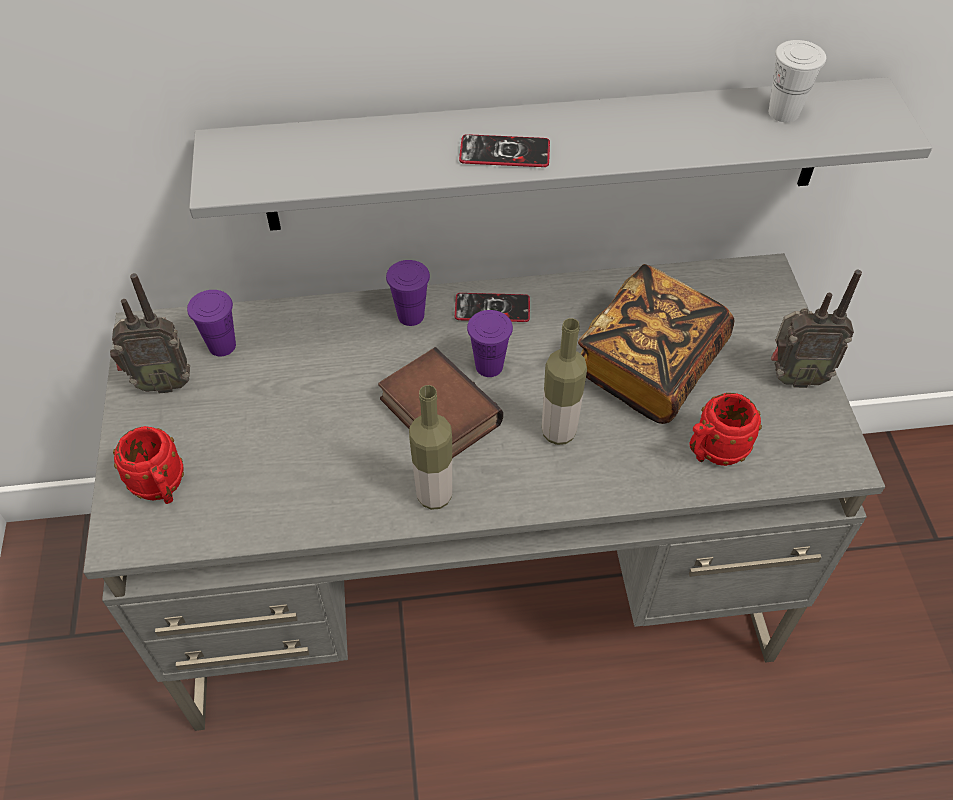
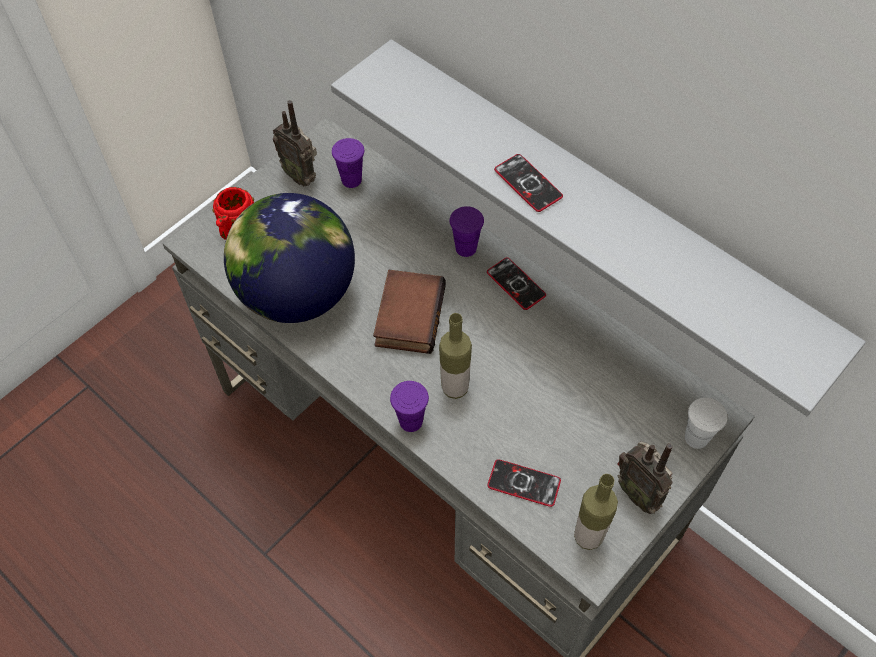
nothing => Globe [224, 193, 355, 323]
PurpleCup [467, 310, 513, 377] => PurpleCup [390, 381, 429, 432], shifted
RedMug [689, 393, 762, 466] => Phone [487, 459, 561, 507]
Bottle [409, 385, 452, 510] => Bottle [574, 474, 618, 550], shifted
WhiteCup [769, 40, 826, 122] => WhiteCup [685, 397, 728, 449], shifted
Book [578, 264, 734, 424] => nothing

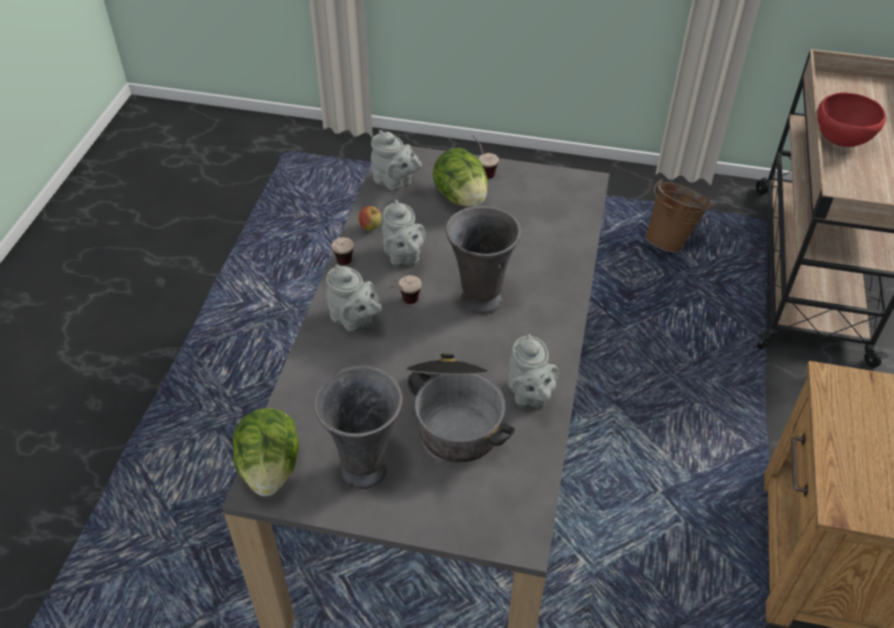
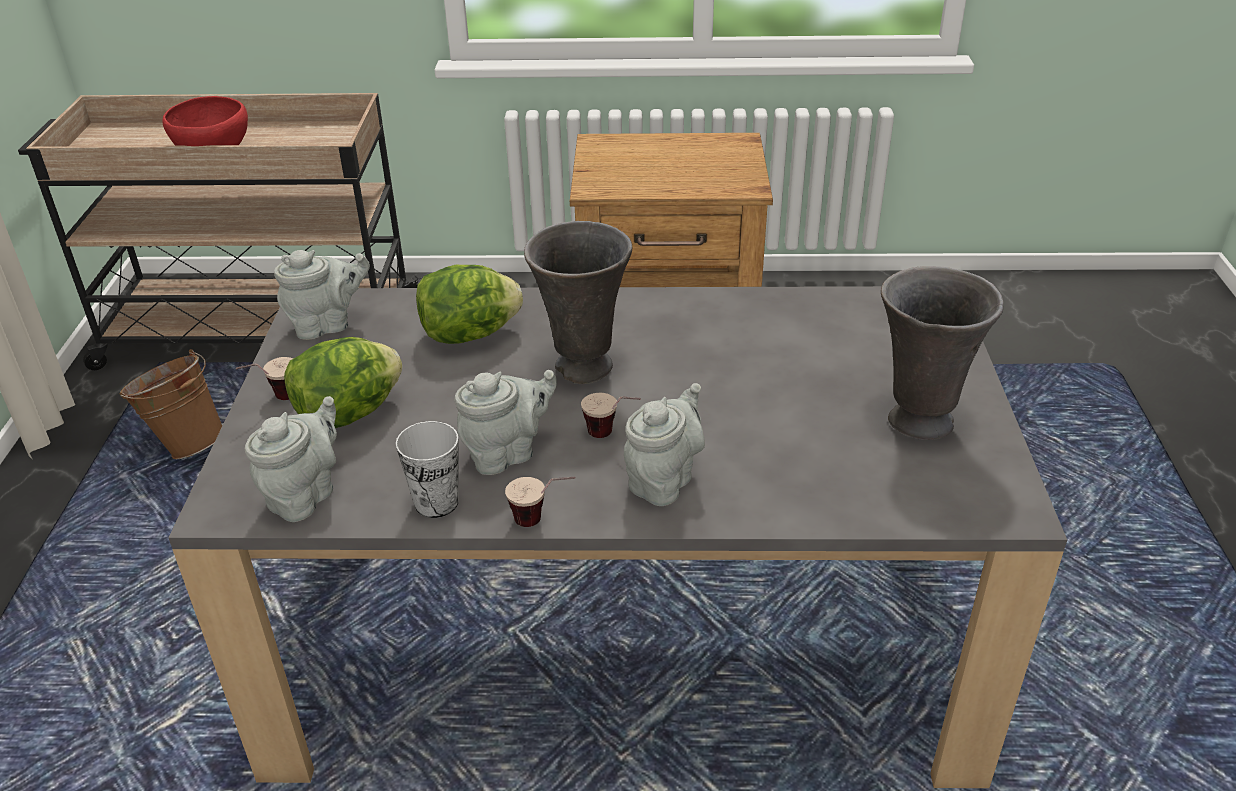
GreyTeapot [508, 334, 559, 408] => GreyTeapot [274, 250, 370, 340], shifted
Apple [359, 206, 382, 231] => Cup [396, 421, 459, 518]
Lettuce [233, 408, 300, 496] => Lettuce [416, 265, 523, 344], shifted
CookingPot [405, 353, 515, 462] => nothing

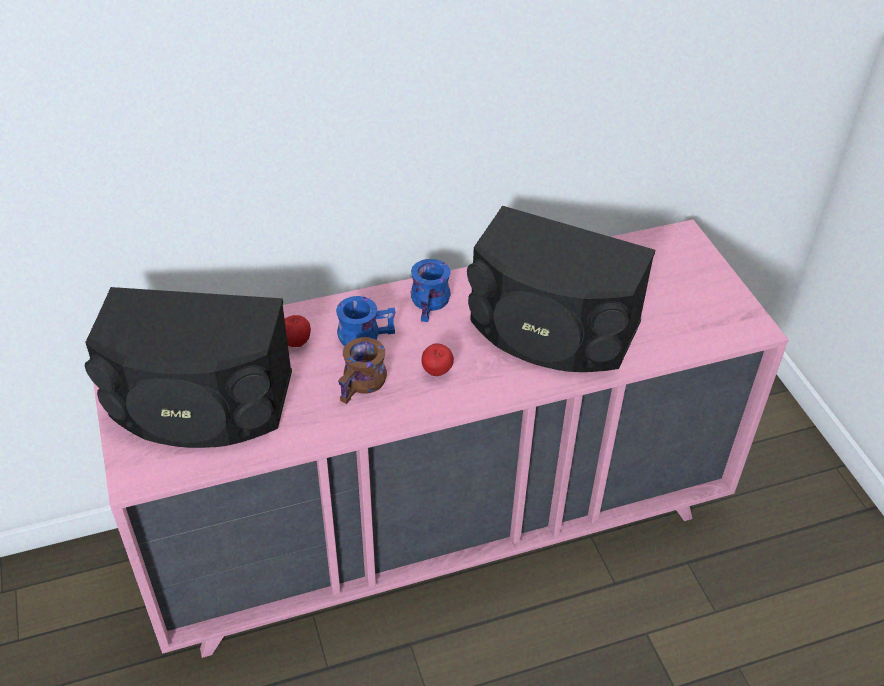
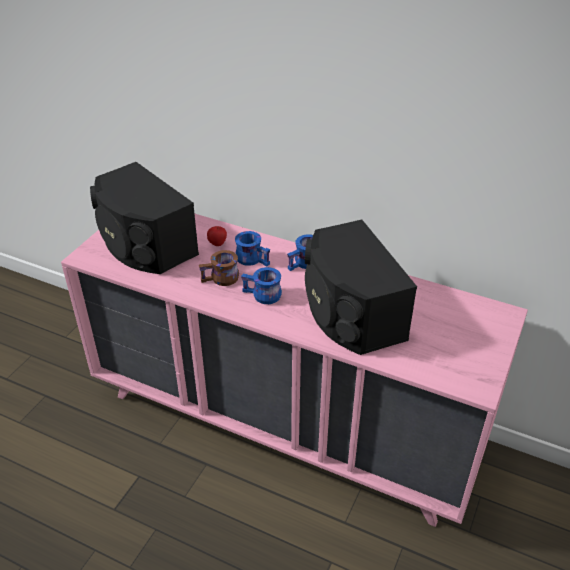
Apple [421, 343, 454, 376] => BlueMug [241, 267, 282, 304]

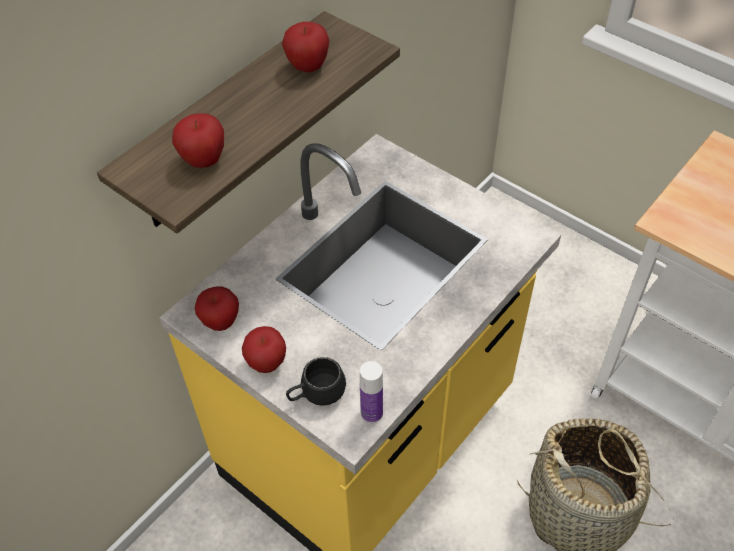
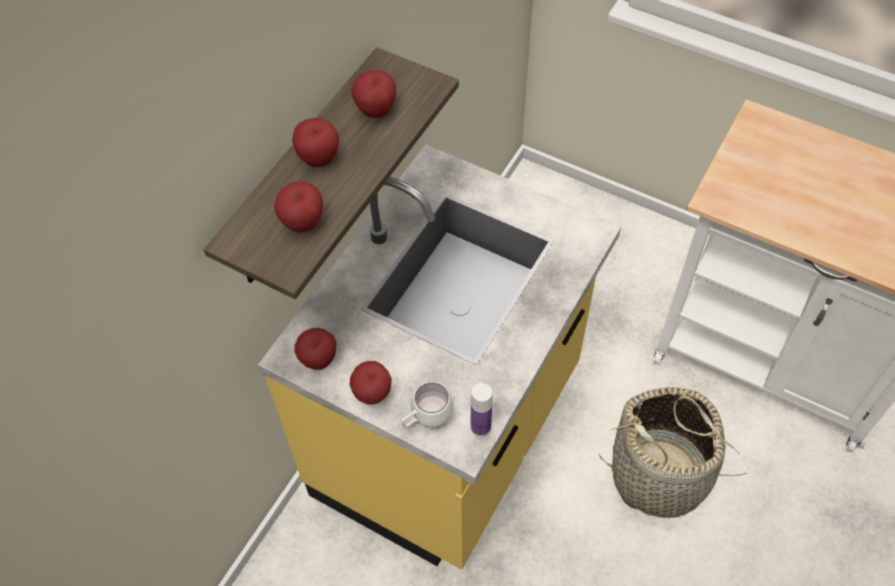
nothing => Apple [292, 118, 339, 167]
BlackMug [286, 357, 346, 406] => WhiteMug [401, 382, 453, 428]

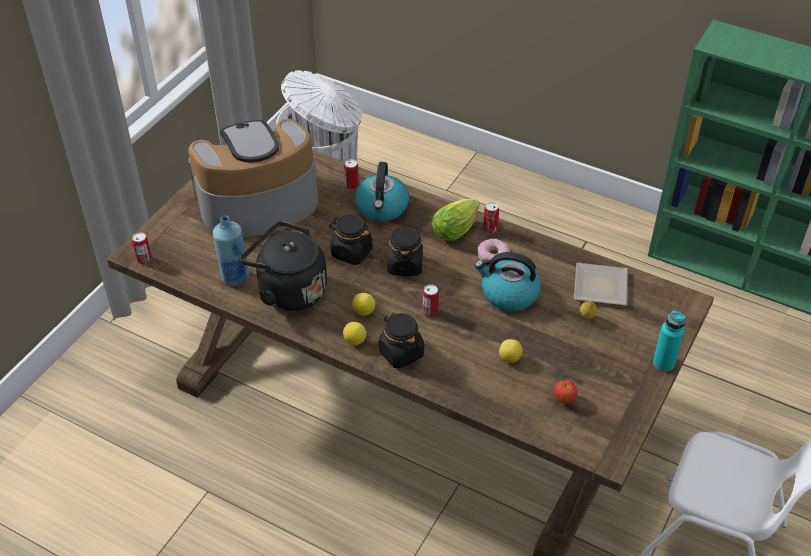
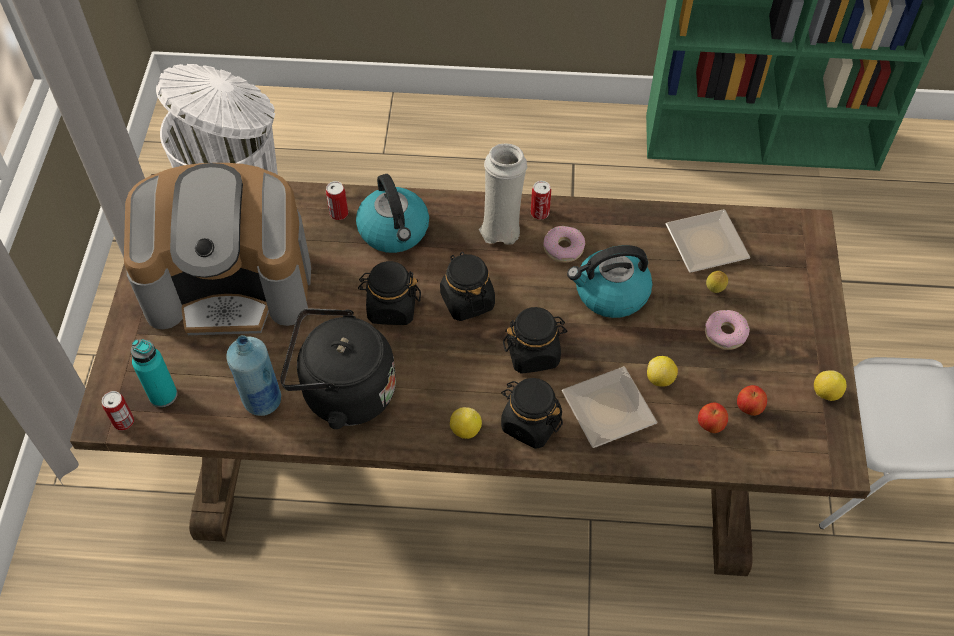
CoffeeMachine [188, 119, 318, 238] => CoffeeMachine [124, 163, 311, 335], 135 degrees counterclockwise
TurquoiseBottle [653, 310, 685, 372] => TurquoiseBottle [131, 339, 177, 407], shifted
Lettuce [432, 199, 479, 241] => WhiteVase [479, 143, 527, 245]
Can [423, 284, 439, 317] => BlackJar [503, 307, 567, 374]
nothing => Plate [562, 366, 657, 448]
nothing => Apple [698, 402, 728, 433]
nothing => Donut [705, 310, 750, 350]
Lemon [352, 293, 375, 316] => Lemon [814, 370, 846, 401], shifted

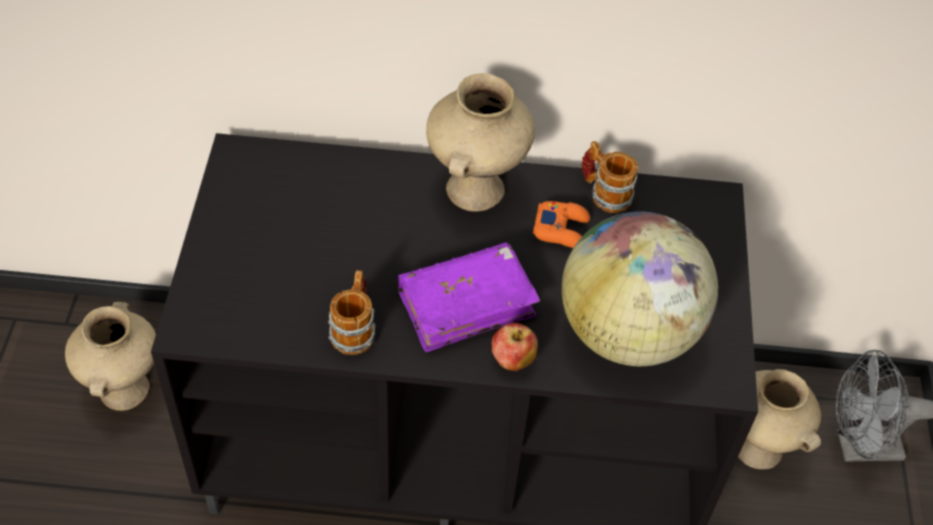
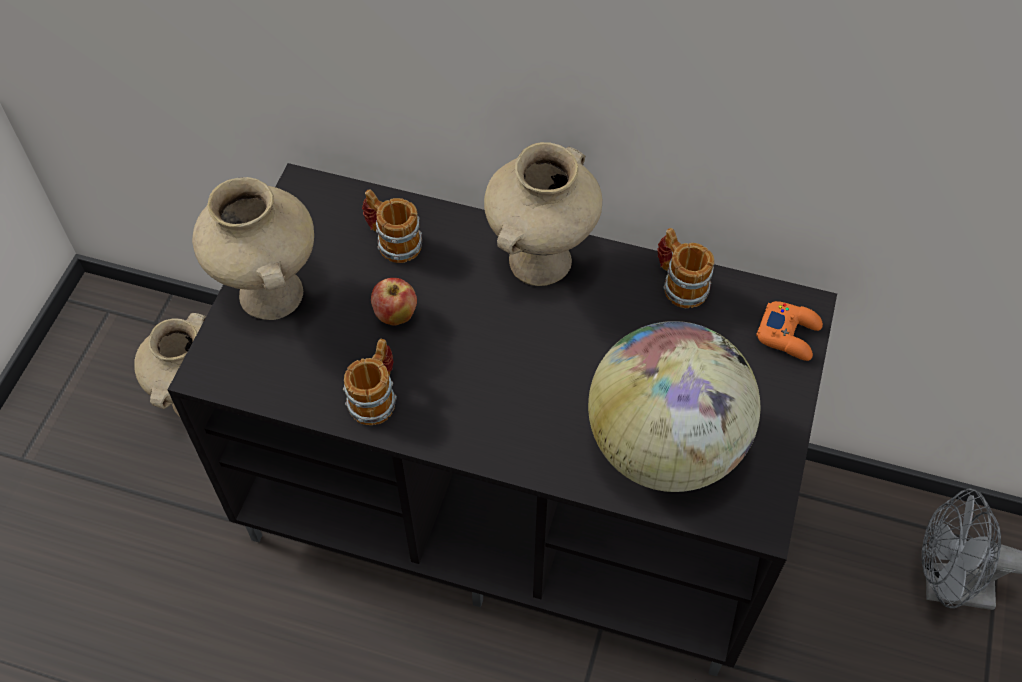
BeigeVase [738, 369, 821, 469] => BeigeVase [192, 177, 314, 320], shifted
nothing => Mug [362, 189, 422, 263]
Apple [492, 323, 538, 371] => Apple [371, 278, 417, 326], shifted
OrangeGameController [533, 201, 590, 248] => OrangeGameController [756, 301, 823, 361], shifted
PurpleBook [398, 242, 540, 352] => nothing

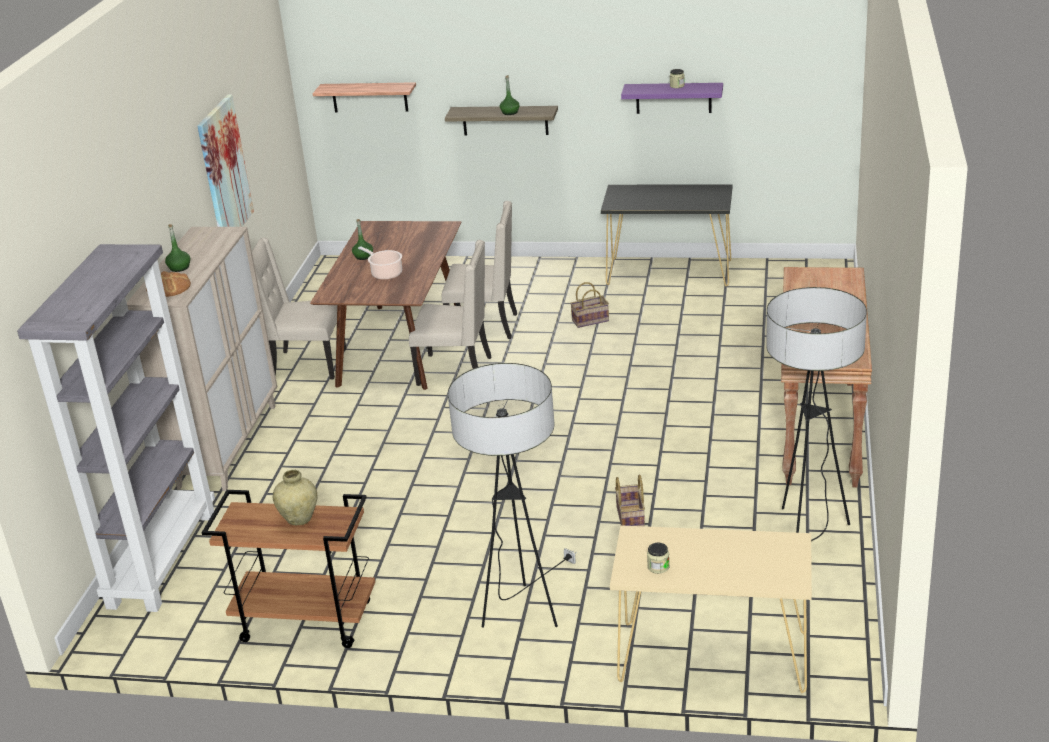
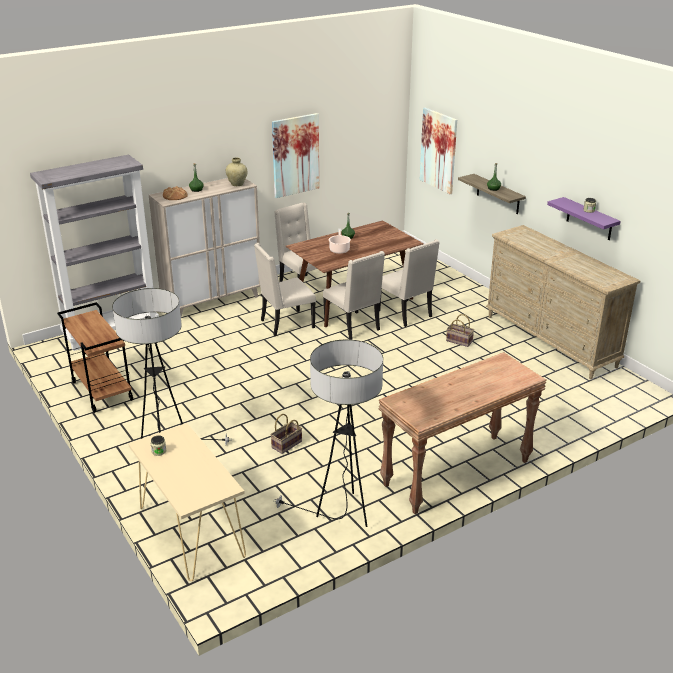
BeigeVase [273, 469, 317, 525] => BeigeVase [226, 157, 247, 186], shifted
nothing => BeigeChair [254, 243, 316, 336]
Shelf [313, 82, 416, 112] => Picture [420, 108, 457, 194]
BlackConsoleTable [601, 184, 732, 286] => BeigeDresser [486, 225, 640, 379]

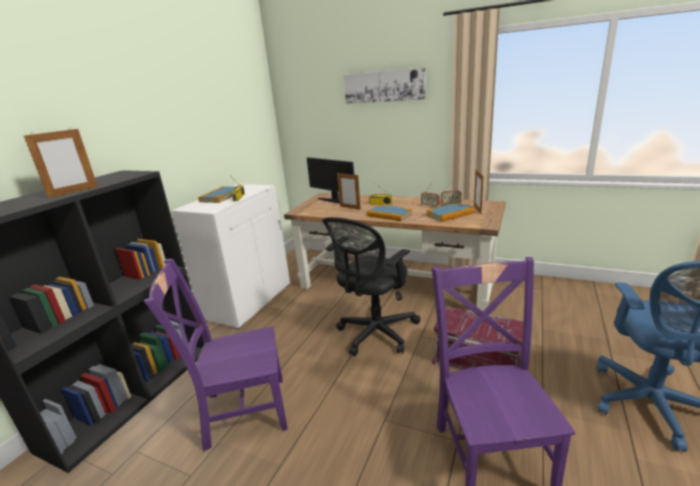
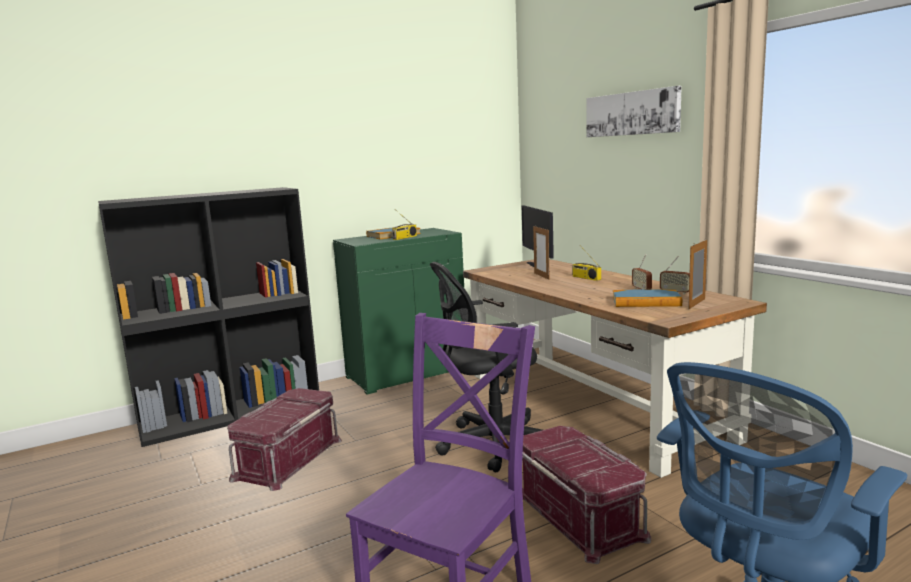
PurpleChair [144, 259, 288, 451] => RedStorageBox [227, 388, 342, 491]
WhiteCabinet [171, 184, 290, 330] => GreenCabinet [333, 228, 464, 395]
PictureFrame [24, 128, 98, 198] => nothing
Book [367, 205, 412, 221] => nothing

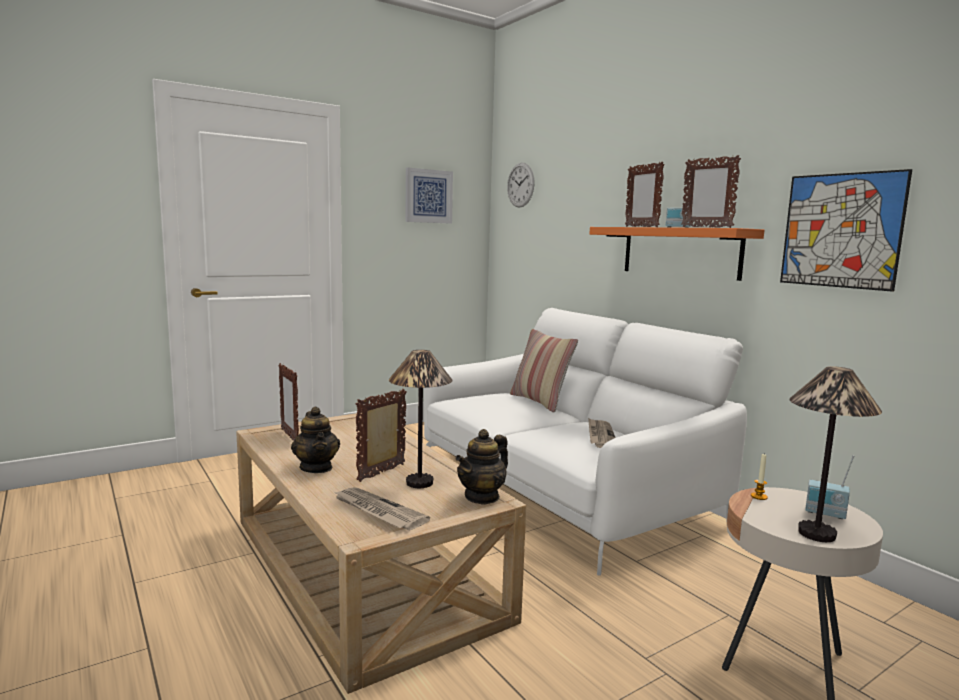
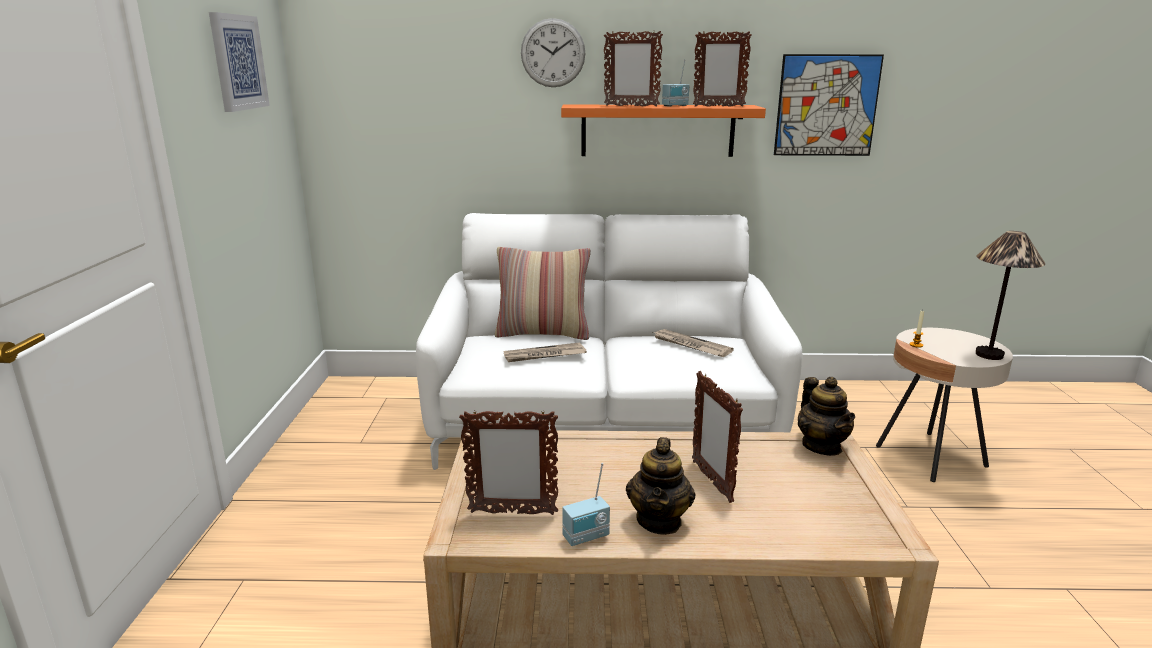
Newspaper [334, 487, 430, 530] => Newspaper [504, 342, 587, 362], shifted
WallClock [507, 163, 535, 208] => WallClock [521, 18, 585, 87], shifted
Radio [805, 455, 854, 519] => Radio [562, 463, 610, 546], shifted
Teapot [291, 407, 340, 473] => Teapot [626, 437, 696, 535], 90 degrees clockwise
TableLamp [389, 350, 452, 488] => nothing

